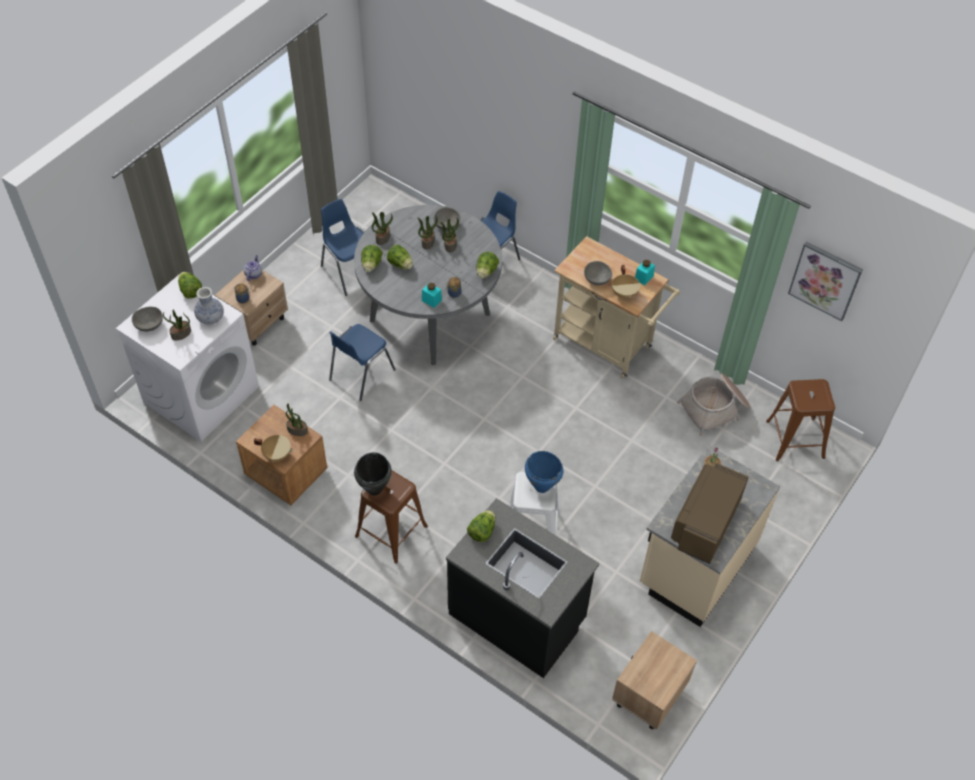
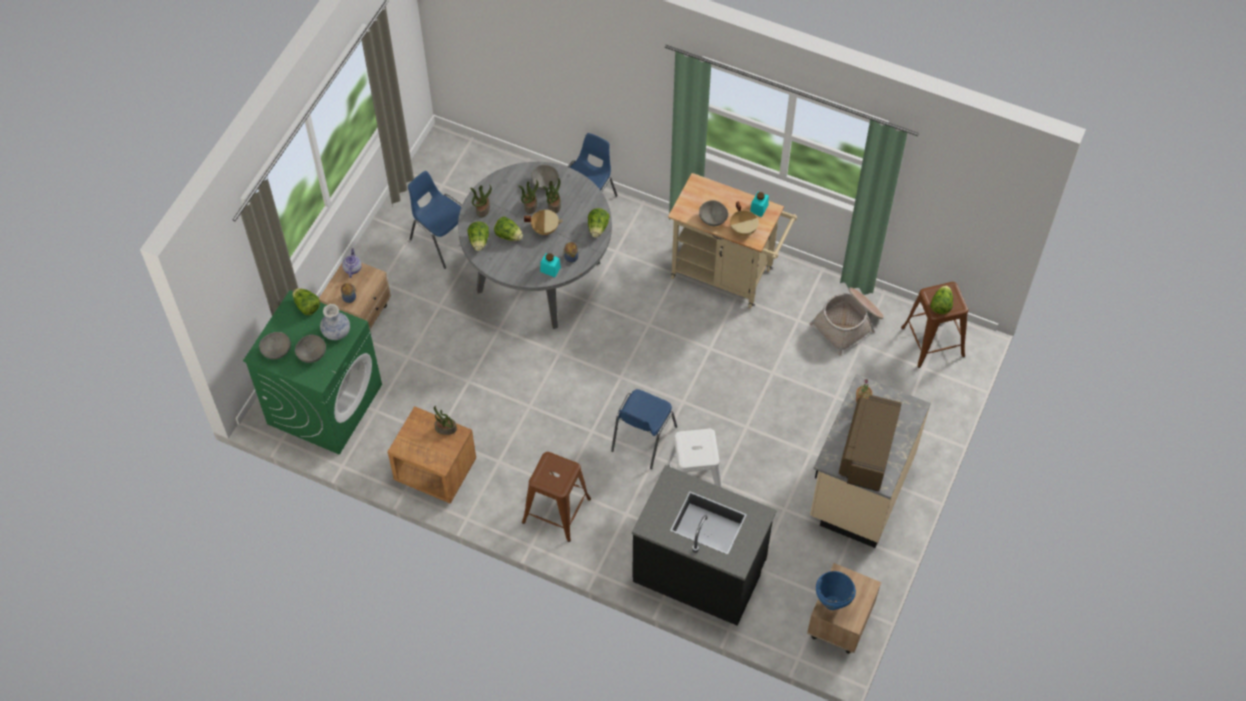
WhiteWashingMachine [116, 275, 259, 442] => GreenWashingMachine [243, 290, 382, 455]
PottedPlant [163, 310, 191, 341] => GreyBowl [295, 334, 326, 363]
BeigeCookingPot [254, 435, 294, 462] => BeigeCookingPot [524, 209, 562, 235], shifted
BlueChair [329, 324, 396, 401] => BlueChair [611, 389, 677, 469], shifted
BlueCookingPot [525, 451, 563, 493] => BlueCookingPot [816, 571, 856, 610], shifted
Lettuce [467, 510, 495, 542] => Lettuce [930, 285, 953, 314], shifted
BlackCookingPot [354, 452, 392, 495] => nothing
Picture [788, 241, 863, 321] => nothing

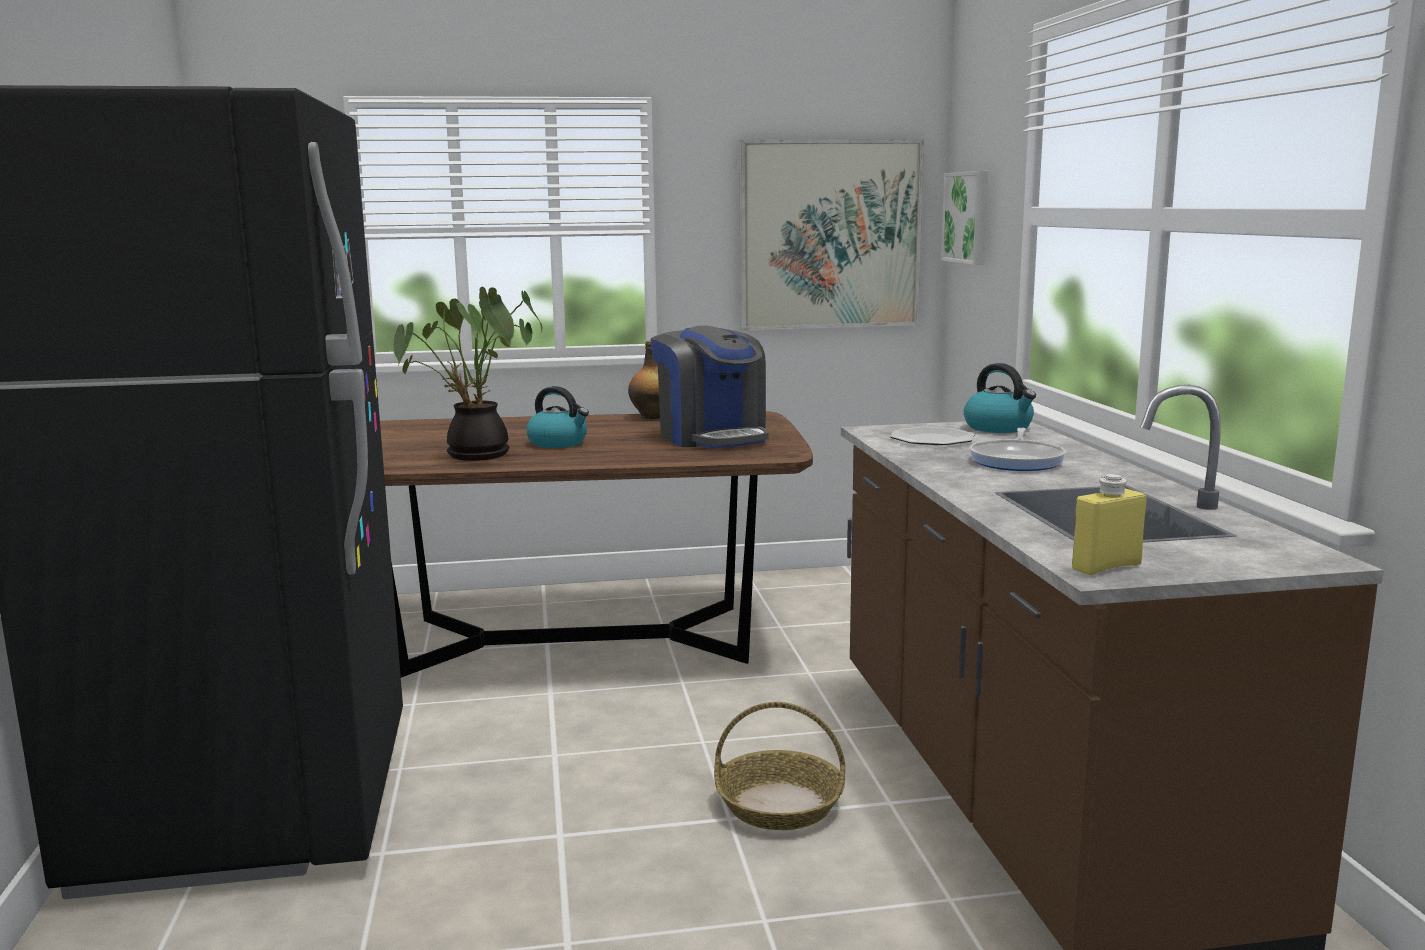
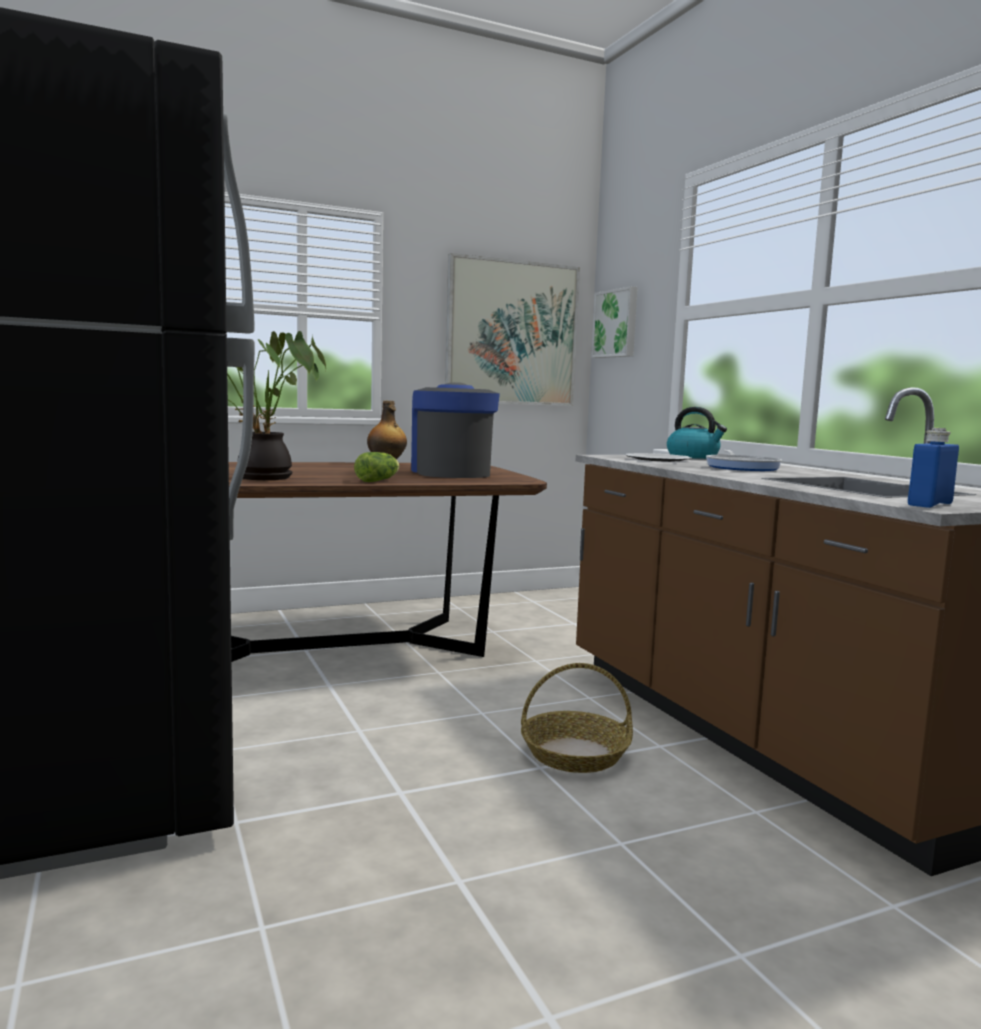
nothing => Lettuce [354, 452, 399, 482]
CoffeeMachine [651, 325, 769, 448] => CoffeeMachine [411, 382, 500, 478], 150 degrees counterclockwise
YellowBottle [1072, 474, 1146, 575] => BlueBottle [908, 428, 959, 508]
Kettle [526, 386, 589, 448] => nothing

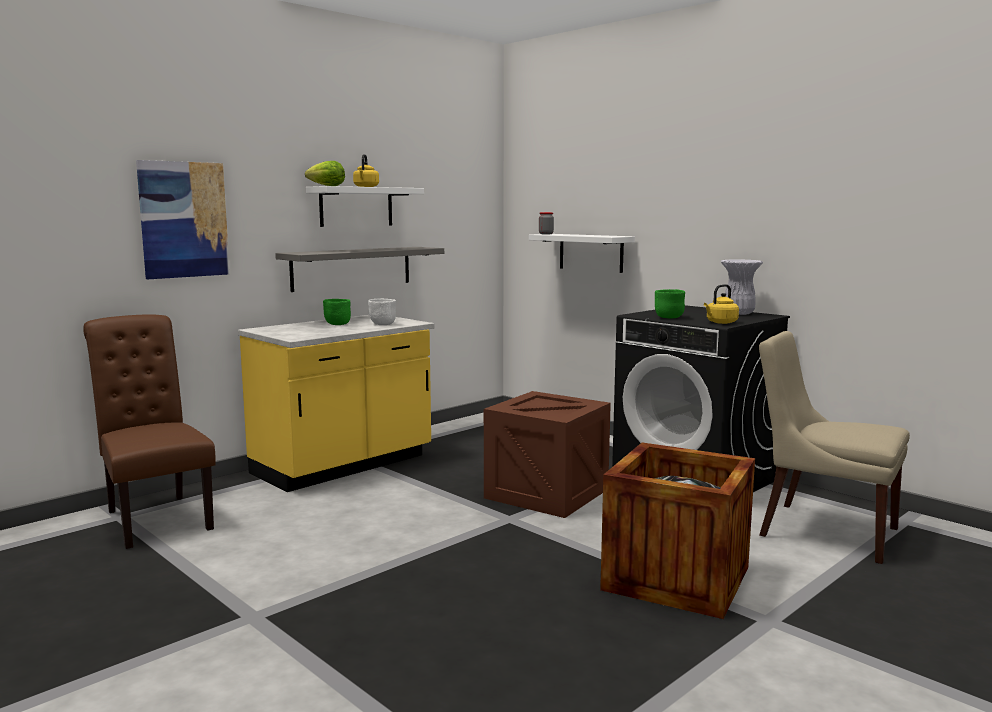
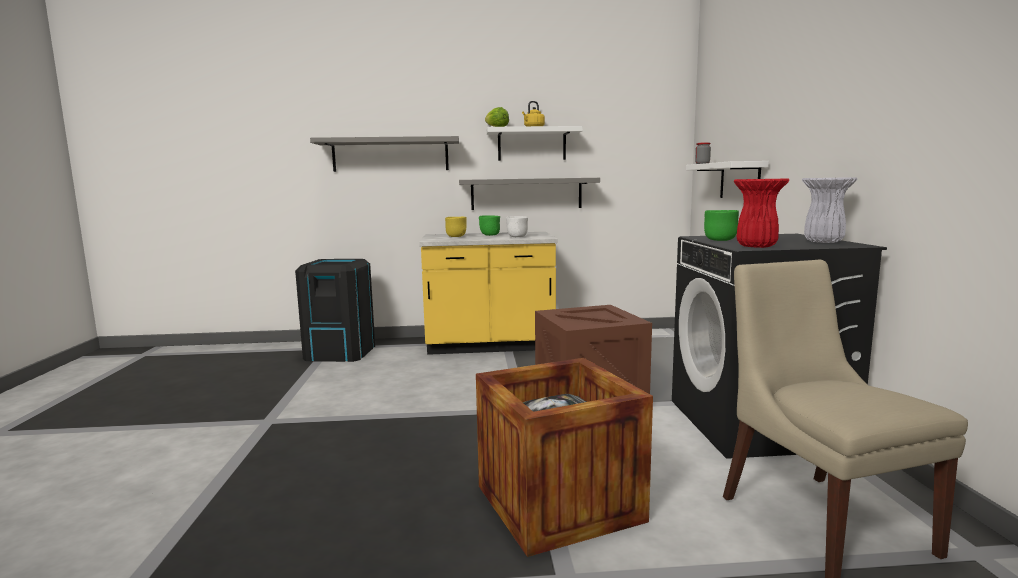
BrownChair [83, 314, 216, 549] => BlackTrashCan [295, 259, 375, 362]
Picture [136, 160, 230, 279] => GreyShelf [310, 136, 459, 172]
nothing => YellowBowl [445, 217, 467, 237]
YellowKettle [704, 284, 739, 324] => RedVase [734, 178, 789, 248]

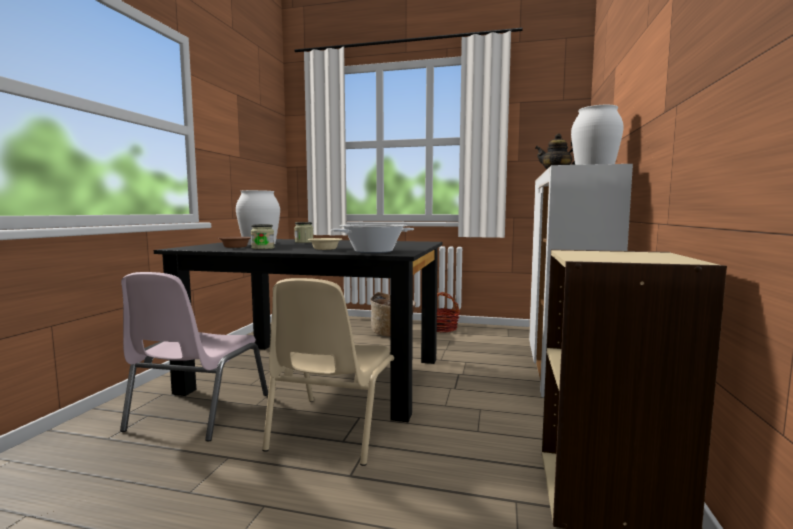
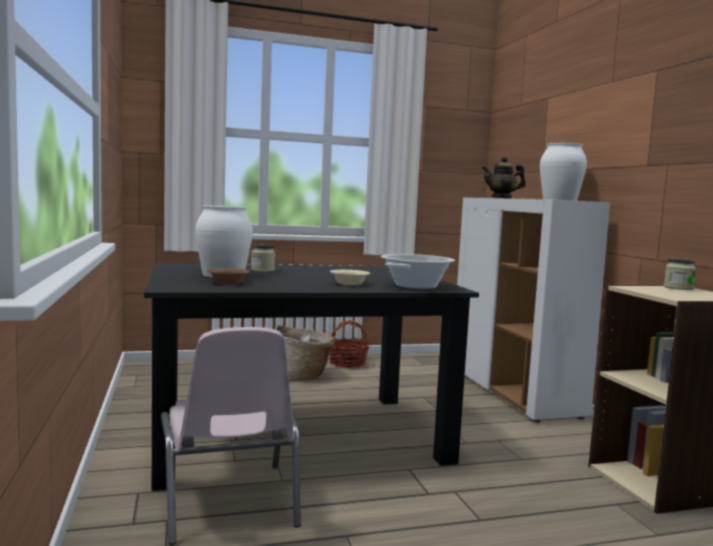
Jar [251, 224, 274, 249] => Jar [664, 258, 696, 290], shifted
BeigeChair [262, 278, 394, 466] => nothing

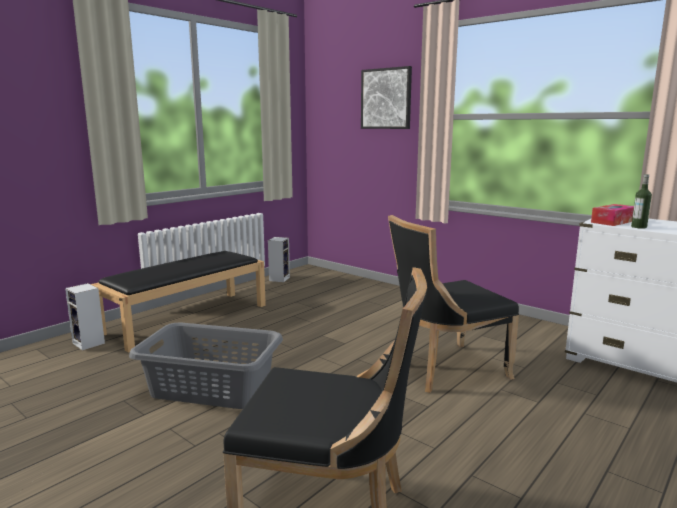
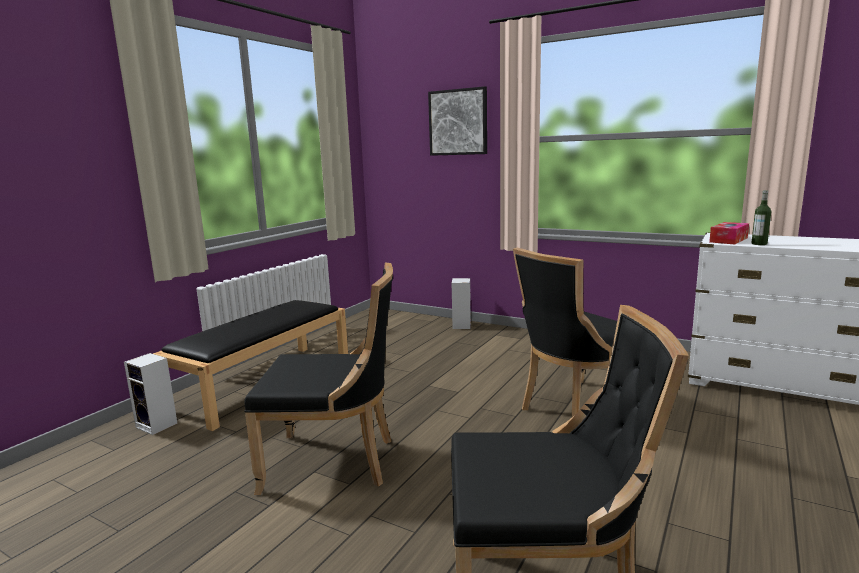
GreyLaundryBasket [129, 322, 283, 409] => BlackChair [244, 263, 393, 495]
Speaker [268, 237, 290, 282] => Speaker [452, 278, 471, 329], shifted

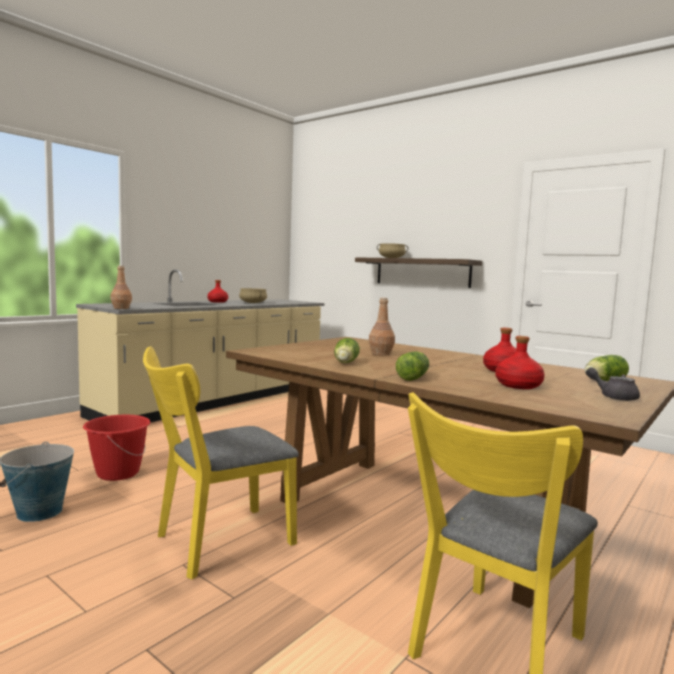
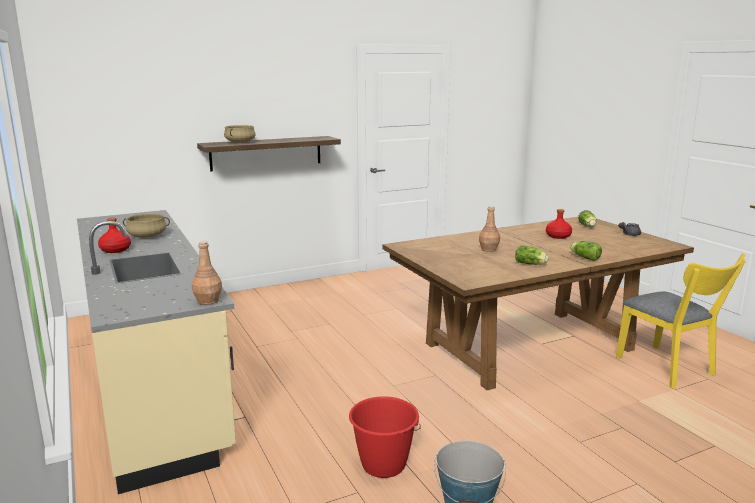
YellowChair [143, 346, 299, 580] => nothing
RedBottle [495, 336, 545, 389] => nothing

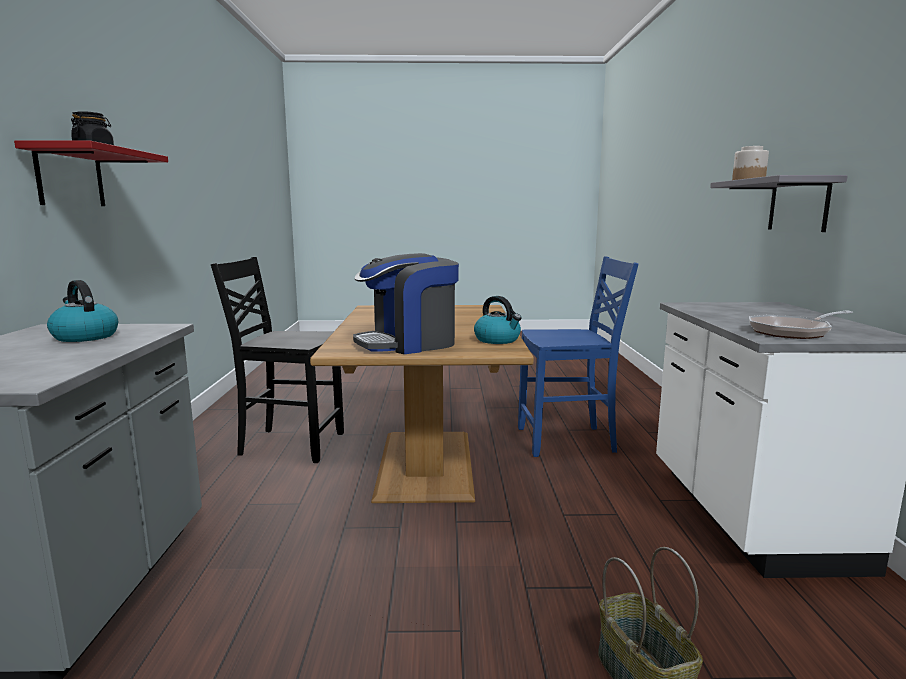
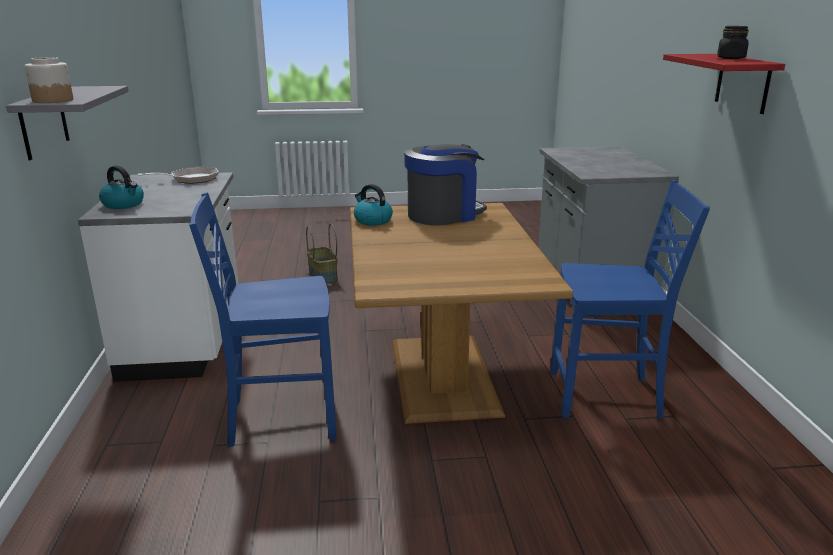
Kettle [47, 280, 118, 342] => Kettle [99, 165, 144, 209], shifted
BlackChair [211, 257, 344, 463] => BlueChair [550, 180, 710, 419]

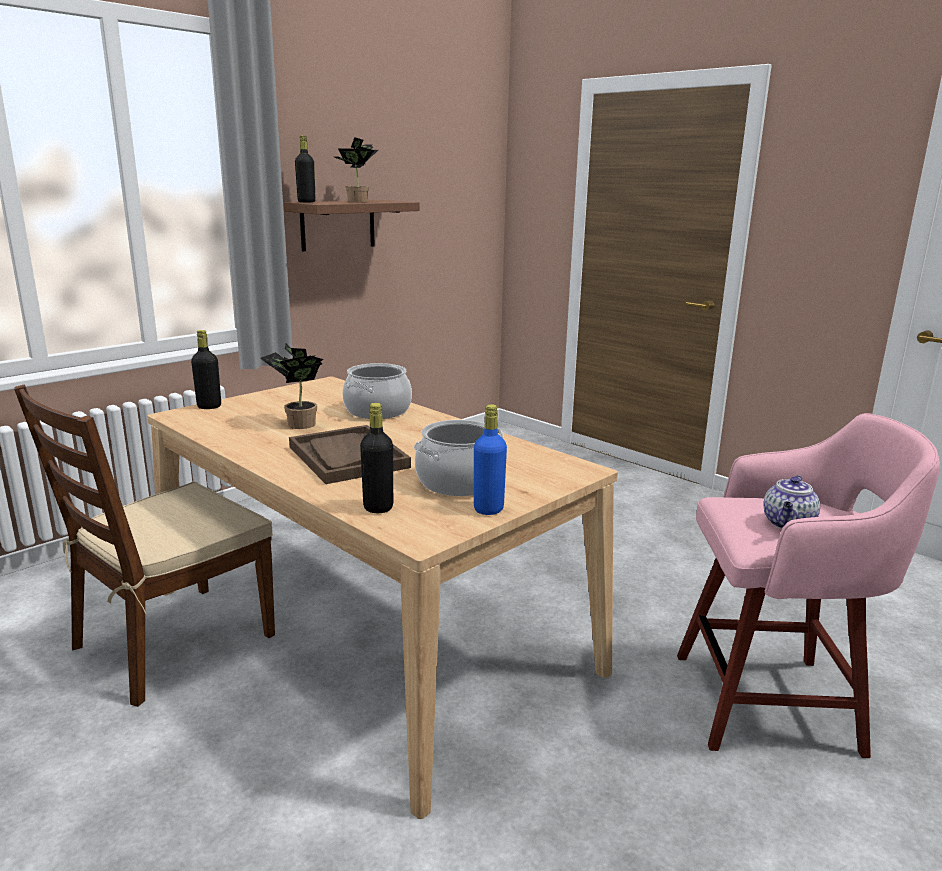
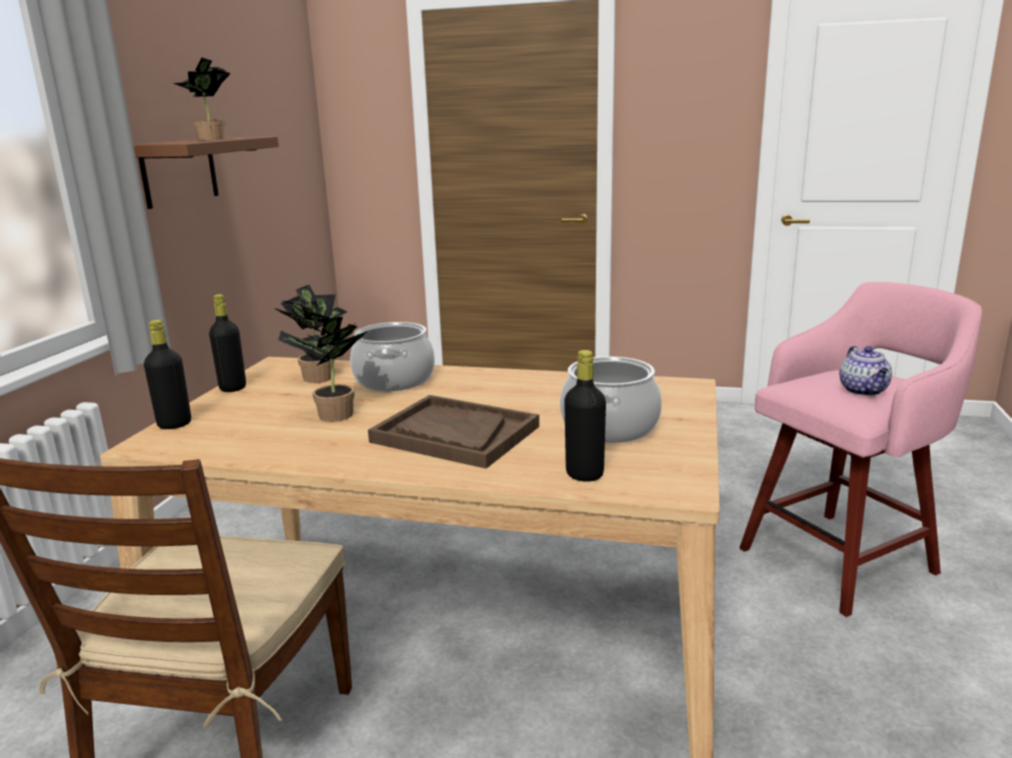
BlackBottle [295, 135, 316, 202] => BlackBottle [209, 294, 246, 392], shifted
nothing => PottedPlant [274, 285, 347, 383]
BlueBottle [474, 404, 507, 515] => nothing

